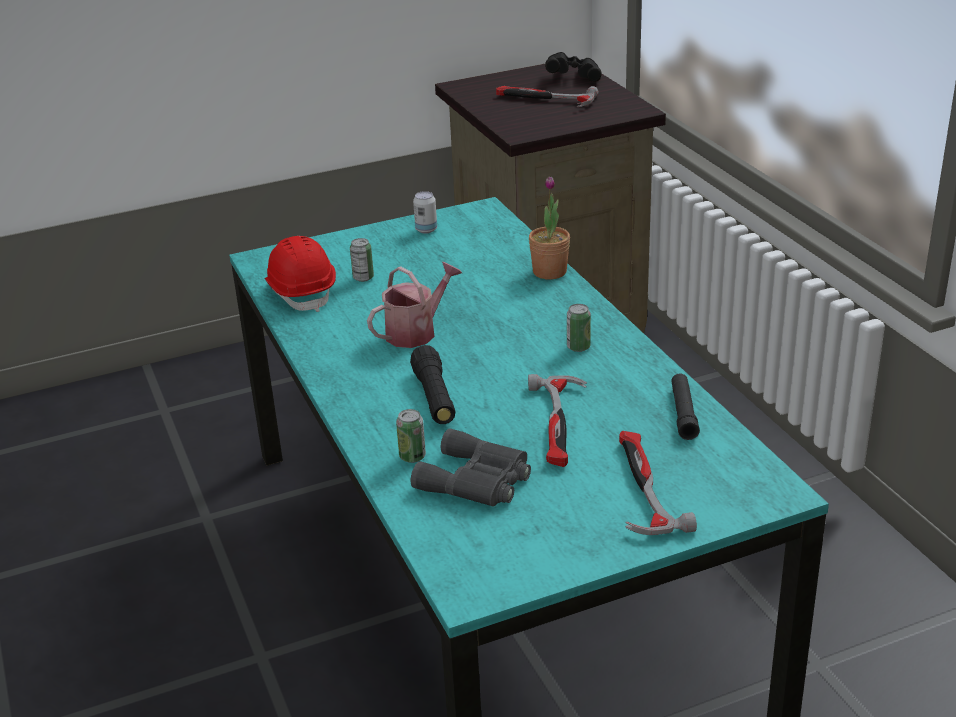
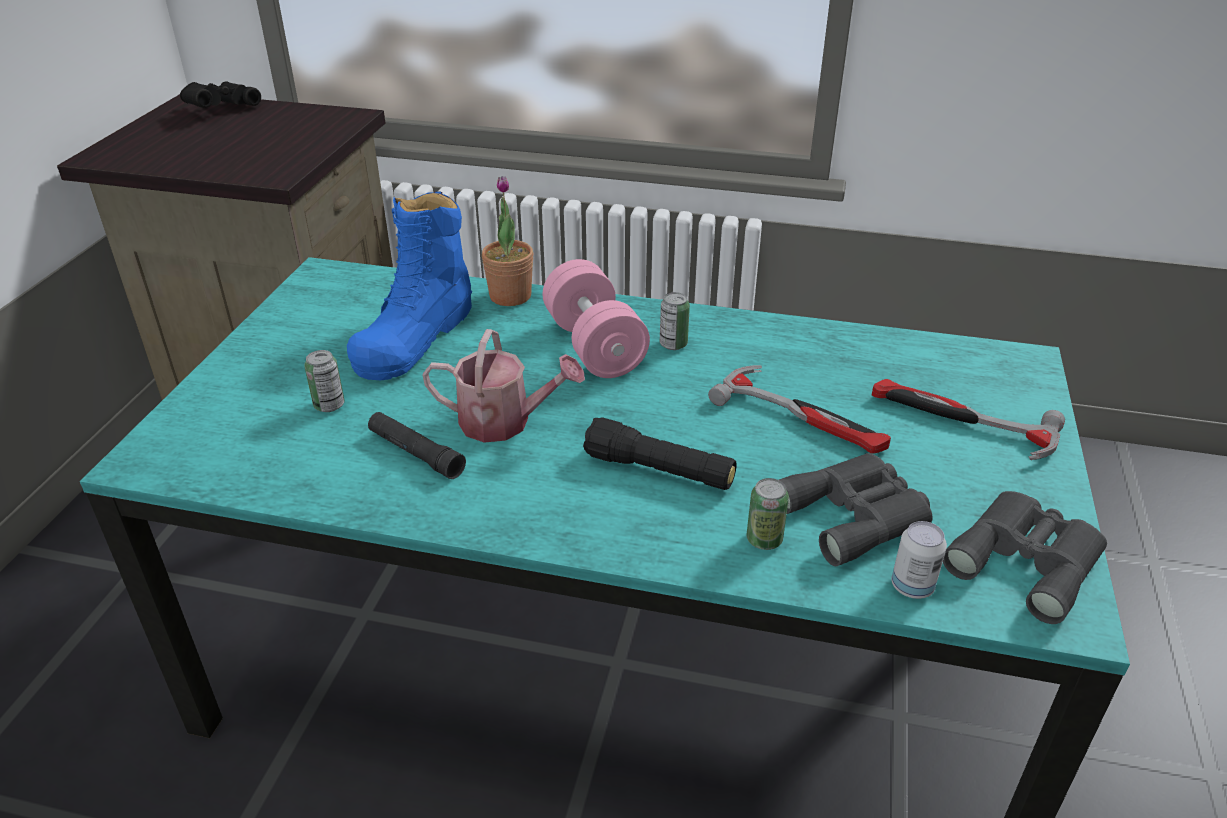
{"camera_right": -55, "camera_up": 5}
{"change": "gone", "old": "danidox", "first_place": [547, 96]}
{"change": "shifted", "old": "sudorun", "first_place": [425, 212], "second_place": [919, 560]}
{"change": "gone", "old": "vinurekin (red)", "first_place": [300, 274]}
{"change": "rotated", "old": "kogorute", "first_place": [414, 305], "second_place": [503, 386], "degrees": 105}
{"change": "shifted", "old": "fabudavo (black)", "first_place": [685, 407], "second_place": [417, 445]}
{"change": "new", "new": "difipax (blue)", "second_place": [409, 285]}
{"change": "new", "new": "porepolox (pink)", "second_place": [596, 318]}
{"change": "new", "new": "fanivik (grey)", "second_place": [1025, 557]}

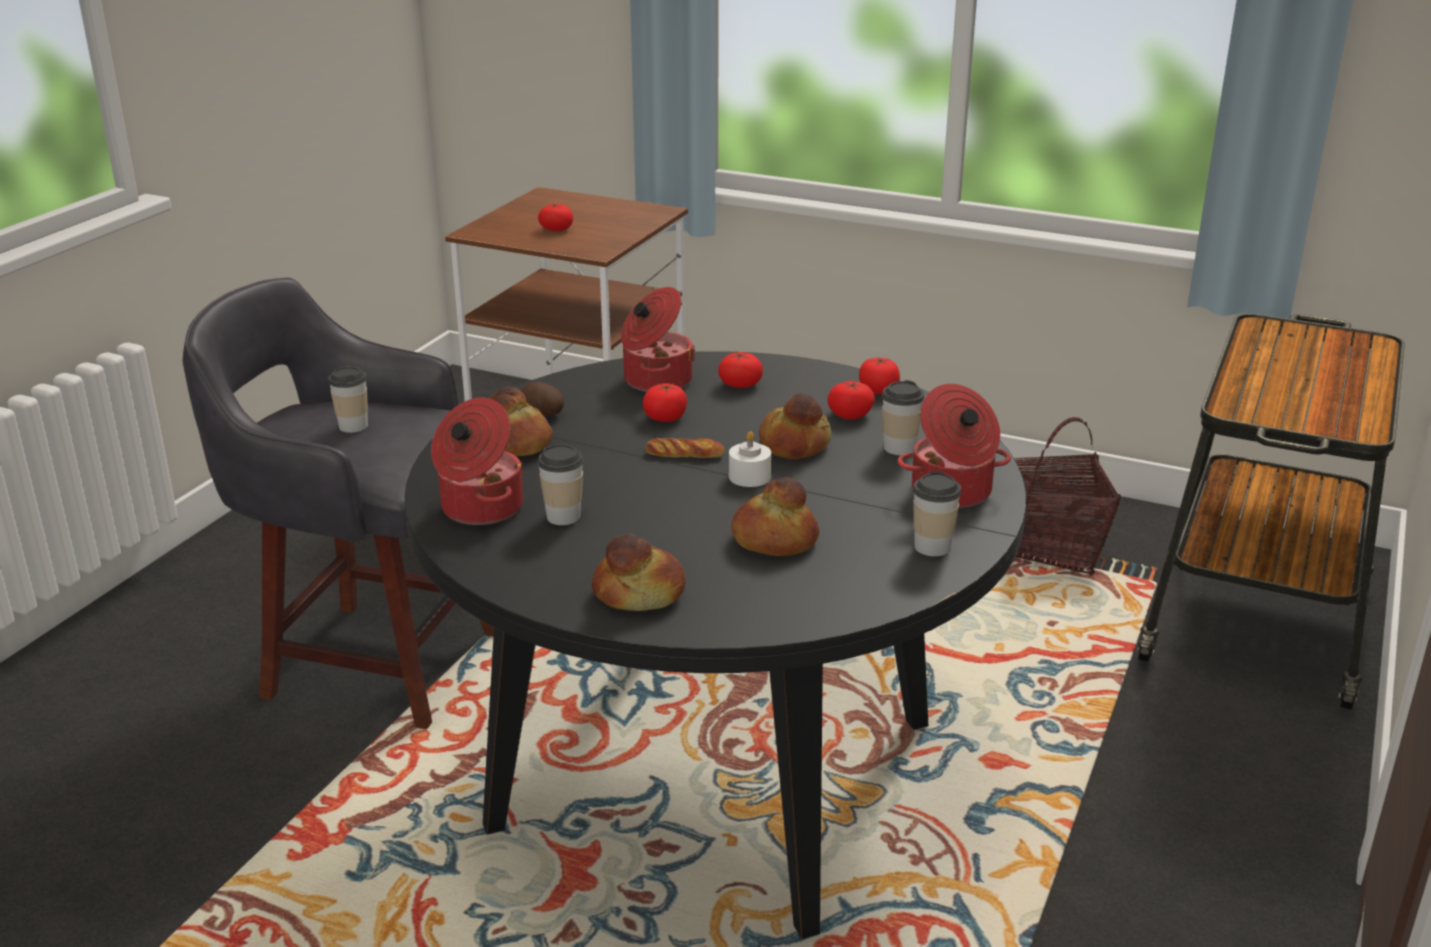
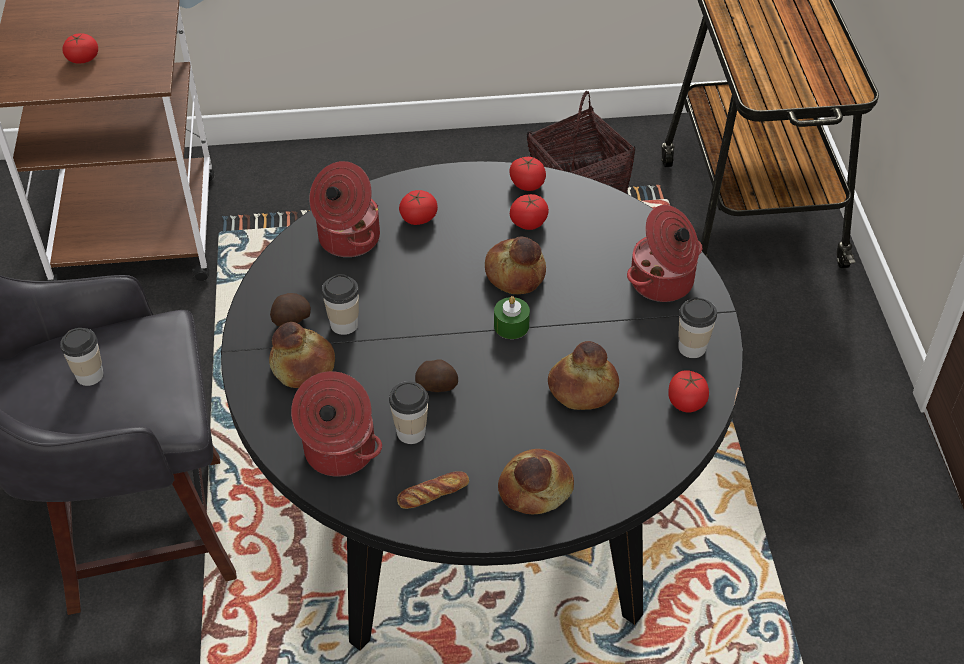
{"camera_right": -30, "camera_up": 20}
{"change": "shifted", "old": "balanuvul", "first_place": [903, 418], "second_place": [340, 304]}
{"change": "shifted", "old": "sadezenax", "first_place": [665, 402], "second_place": [688, 391]}
{"change": "repainted", "old": "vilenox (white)", "new": "vilenox (green)", "first_place": [750, 459], "second_place": [512, 317]}
{"change": "shifted", "old": "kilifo", "first_place": [685, 448], "second_place": [433, 490]}
{"change": "new", "new": "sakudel", "second_place": [436, 375]}

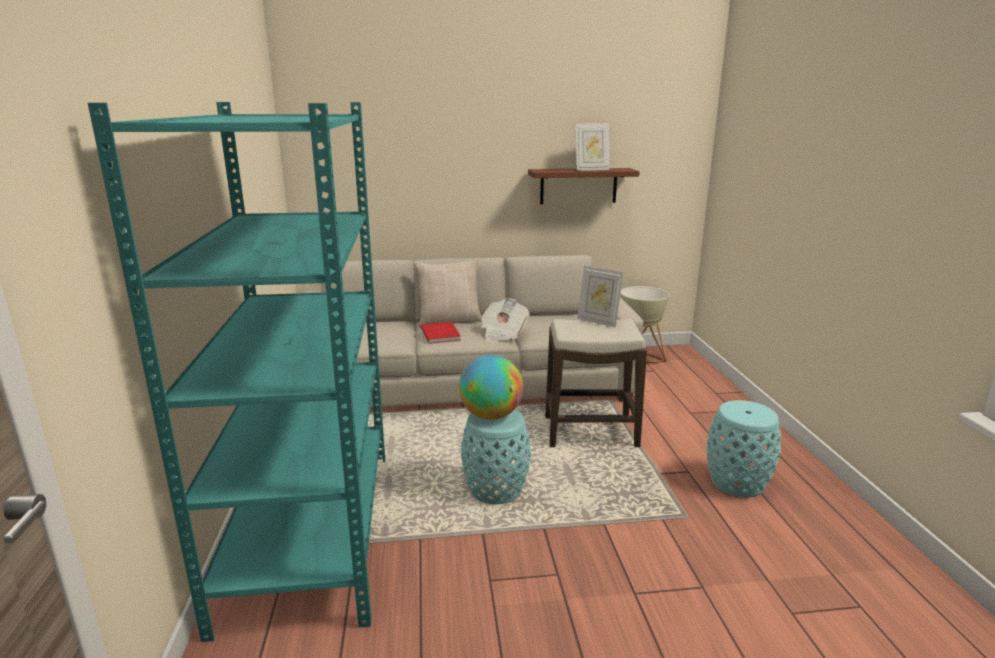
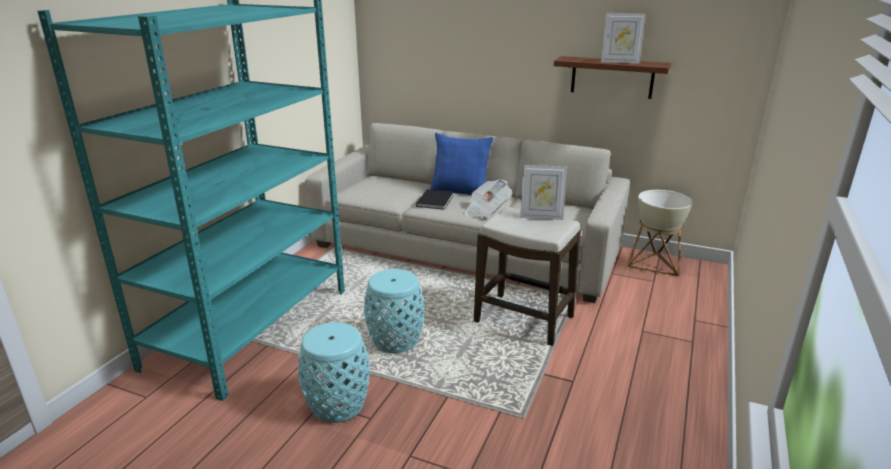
{"camera_right": 30, "camera_up": 5}
{"change": "repainted", "old": "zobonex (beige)", "new": "zobonex (blue)", "first_place": [447, 292], "second_place": [462, 164]}
{"change": "rotated", "old": "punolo", "first_place": [600, 296], "second_place": [543, 192], "degrees": -60}
{"change": "repainted", "old": "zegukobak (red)", "new": "zegukobak (black)", "first_place": [441, 333], "second_place": [435, 199]}
{"change": "gone", "old": "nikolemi", "first_place": [491, 387]}
{"change": "shifted", "old": "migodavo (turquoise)", "first_place": [744, 448], "second_place": [334, 372]}

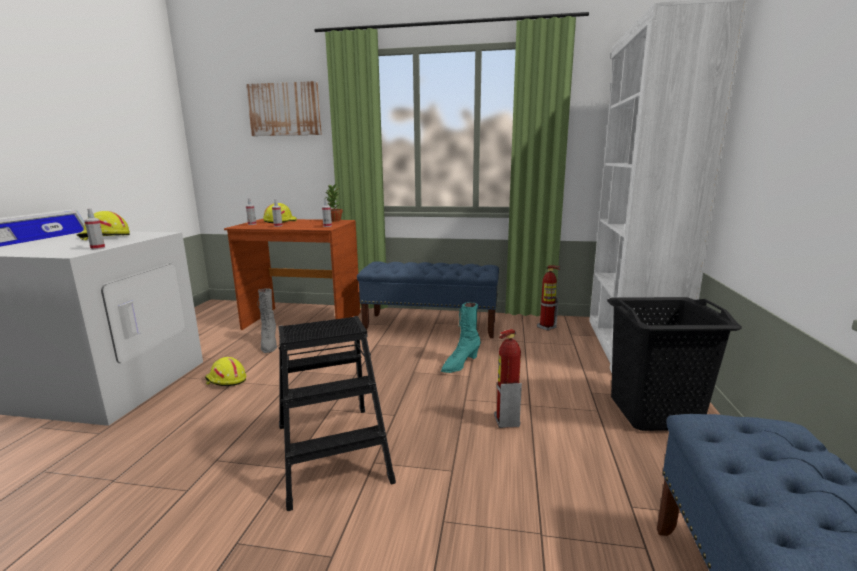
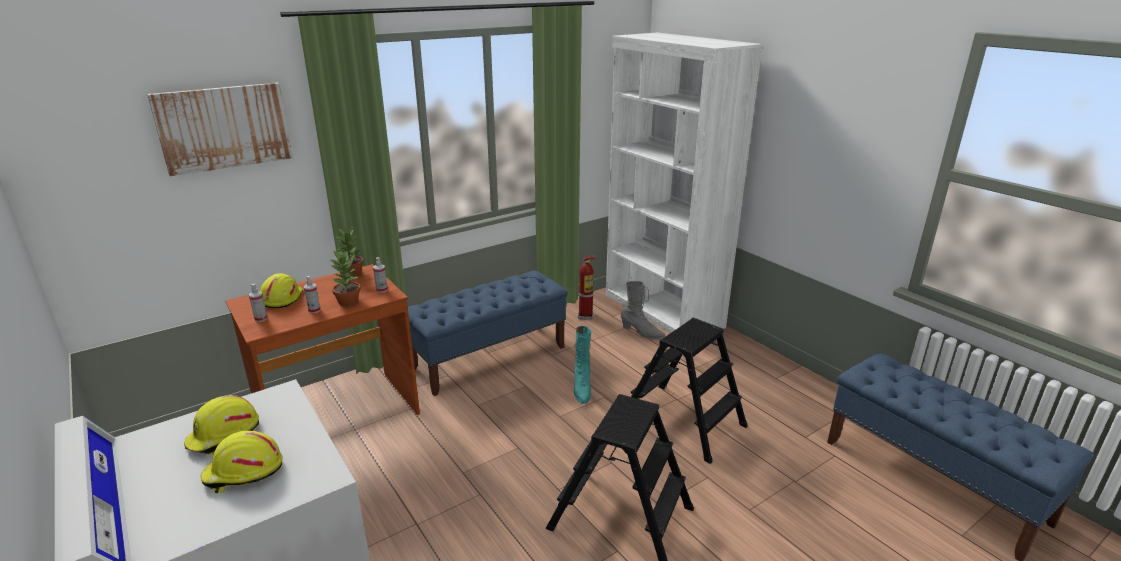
{"camera_right": -45, "camera_up": 10}
{"change": "gone", "old": "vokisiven", "first_place": [94, 229]}
{"change": "shifted", "old": "difipax (grey)", "first_place": [267, 320], "second_place": [643, 310]}
{"change": "gone", "old": "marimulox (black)", "first_place": [674, 364]}
{"change": "swapped", "old": "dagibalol", "new": "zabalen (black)", "first_place": [508, 378], "second_place": [689, 391]}
{"change": "shifted", "old": "vinurekin (yellow)", "first_place": [225, 371], "second_place": [241, 462]}
{"change": "new", "new": "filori", "second_place": [345, 278]}

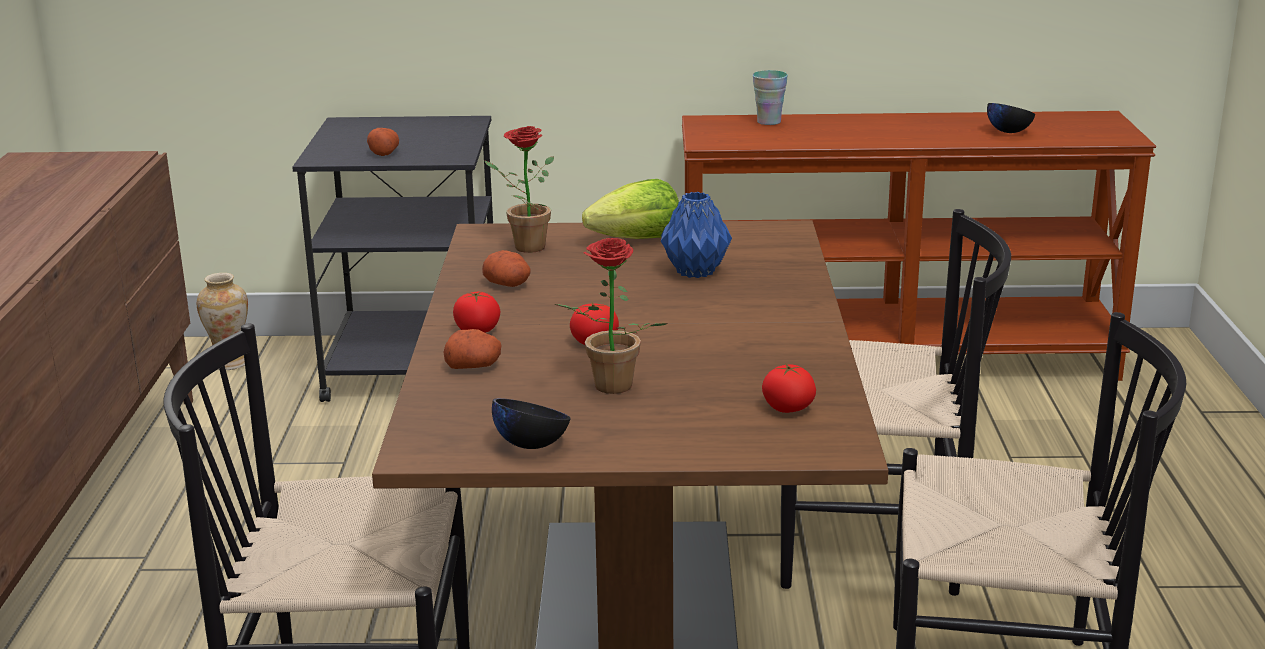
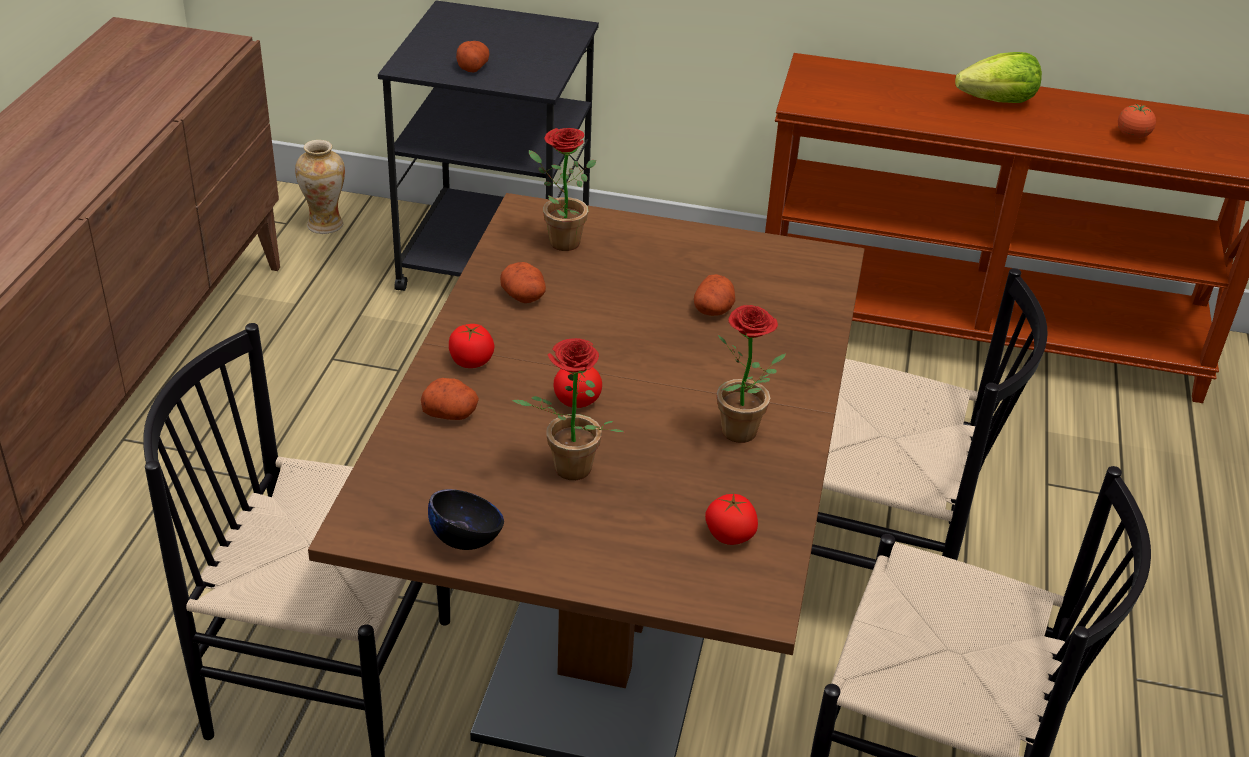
{"camera_right": 10, "camera_up": 15}
{"change": "gone", "old": "balanuvul", "first_place": [770, 97]}
{"change": "swapped", "old": "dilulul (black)", "new": "sadezenax", "first_place": [1011, 118], "second_place": [1137, 121]}
{"change": "shifted", "old": "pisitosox", "first_place": [630, 209], "second_place": [998, 77]}
{"change": "swapped", "old": "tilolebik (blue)", "new": "sakudel", "first_place": [696, 235], "second_place": [714, 295]}
{"change": "new", "new": "filori", "second_place": [751, 374]}

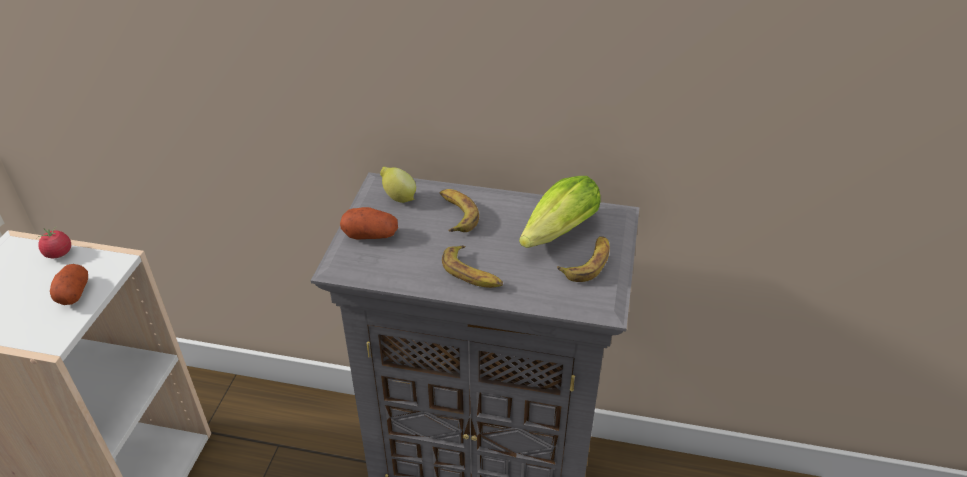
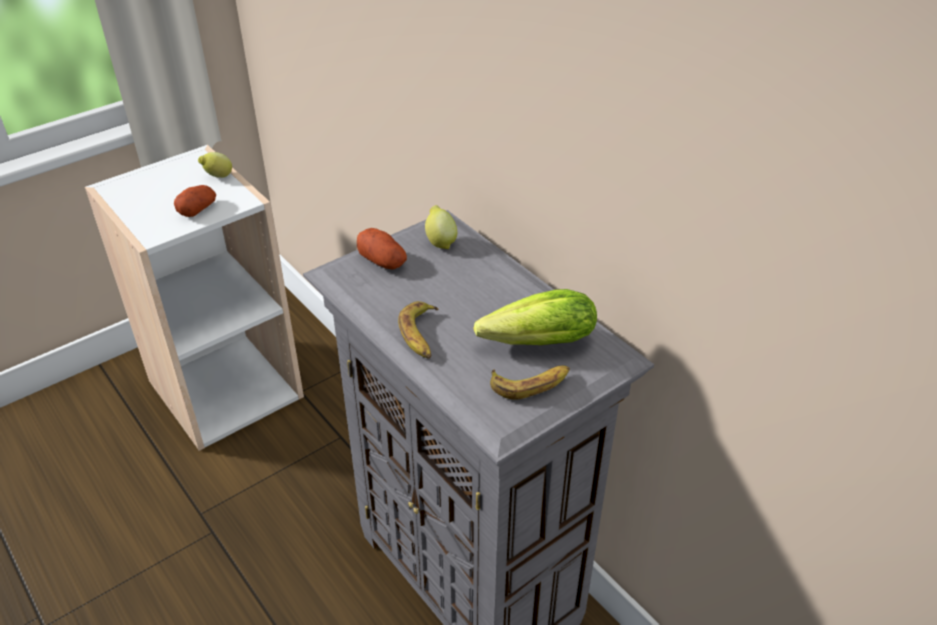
{"camera_right": 40, "camera_up": 0}
{"change": "gone", "old": "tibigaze", "first_place": [459, 210]}
{"change": "swapped", "old": "sadezenax", "new": "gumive", "first_place": [54, 242], "second_place": [215, 165]}

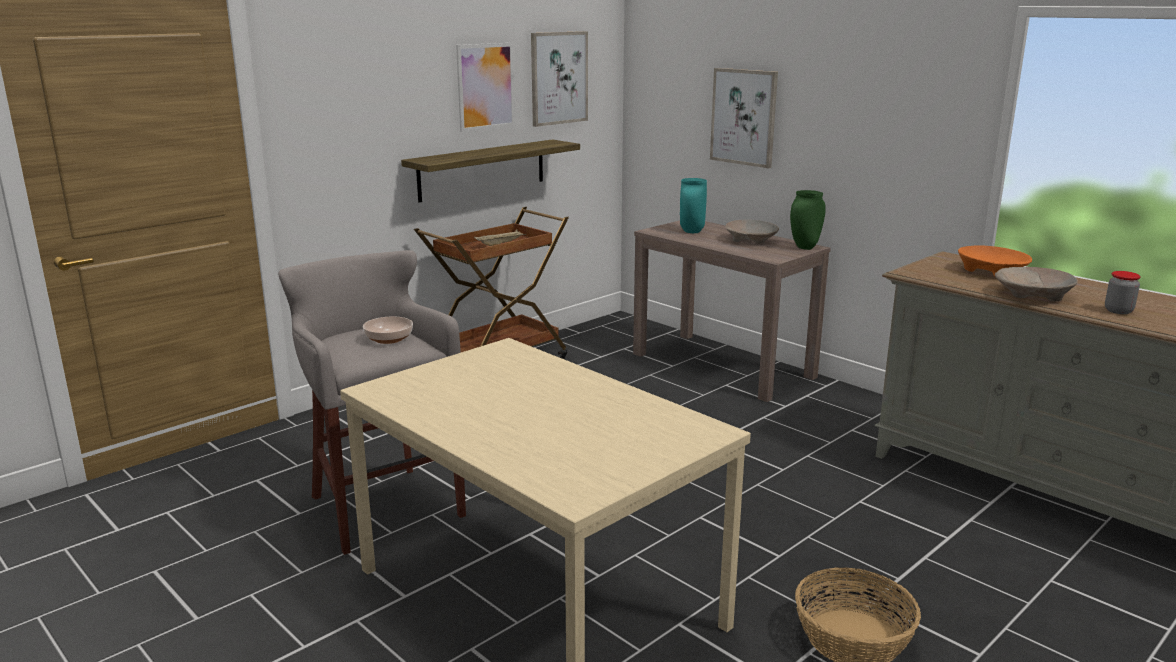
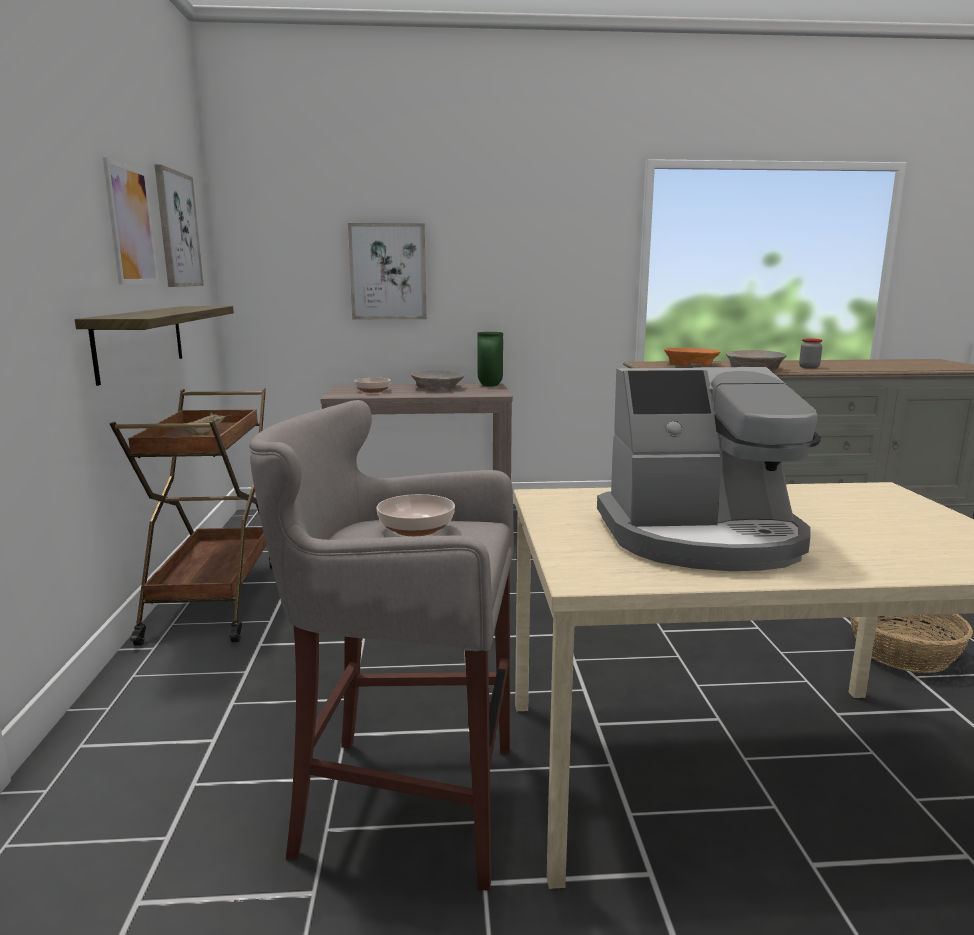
{"camera_right": -50, "camera_up": -5}
{"change": "swapped", "old": "tilolebik (turquoise)", "new": "dilulul", "first_place": [693, 205], "second_place": [372, 385]}
{"change": "new", "new": "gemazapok", "second_place": [709, 469]}

